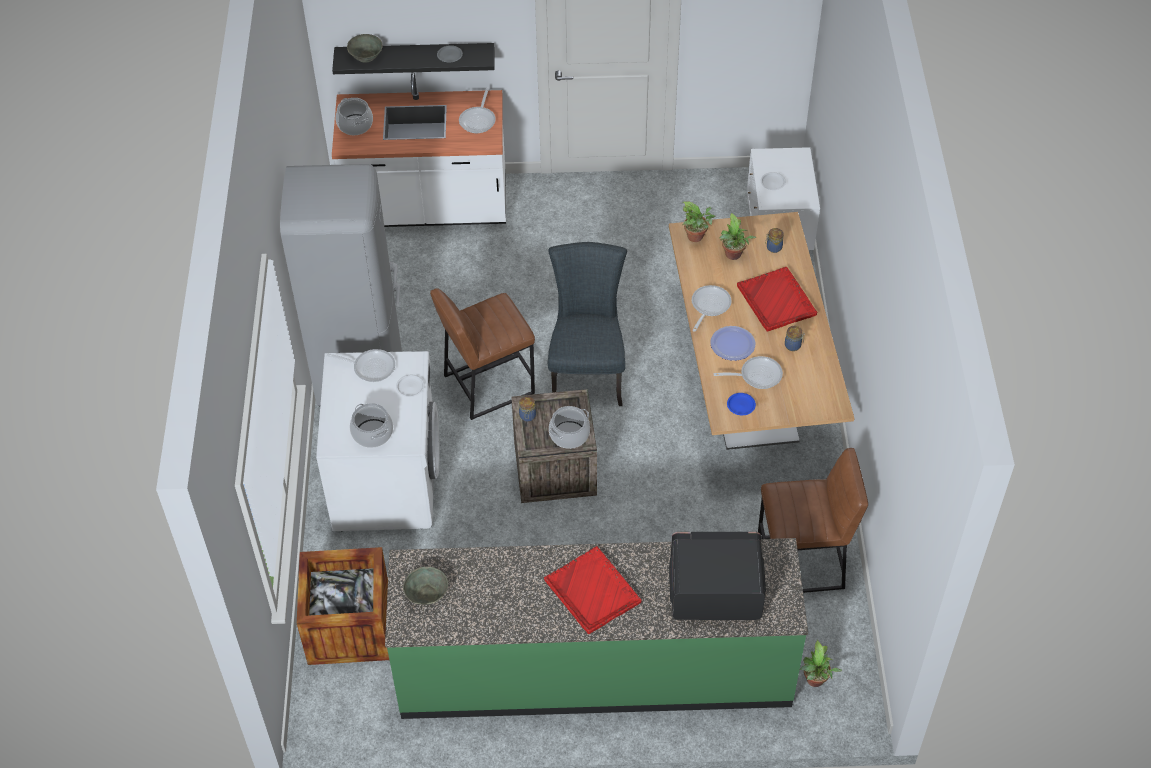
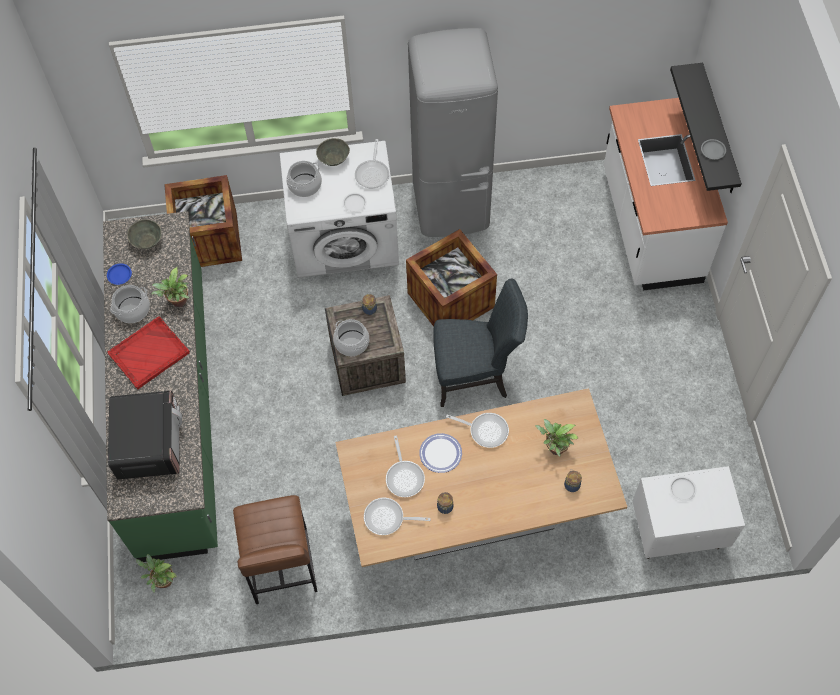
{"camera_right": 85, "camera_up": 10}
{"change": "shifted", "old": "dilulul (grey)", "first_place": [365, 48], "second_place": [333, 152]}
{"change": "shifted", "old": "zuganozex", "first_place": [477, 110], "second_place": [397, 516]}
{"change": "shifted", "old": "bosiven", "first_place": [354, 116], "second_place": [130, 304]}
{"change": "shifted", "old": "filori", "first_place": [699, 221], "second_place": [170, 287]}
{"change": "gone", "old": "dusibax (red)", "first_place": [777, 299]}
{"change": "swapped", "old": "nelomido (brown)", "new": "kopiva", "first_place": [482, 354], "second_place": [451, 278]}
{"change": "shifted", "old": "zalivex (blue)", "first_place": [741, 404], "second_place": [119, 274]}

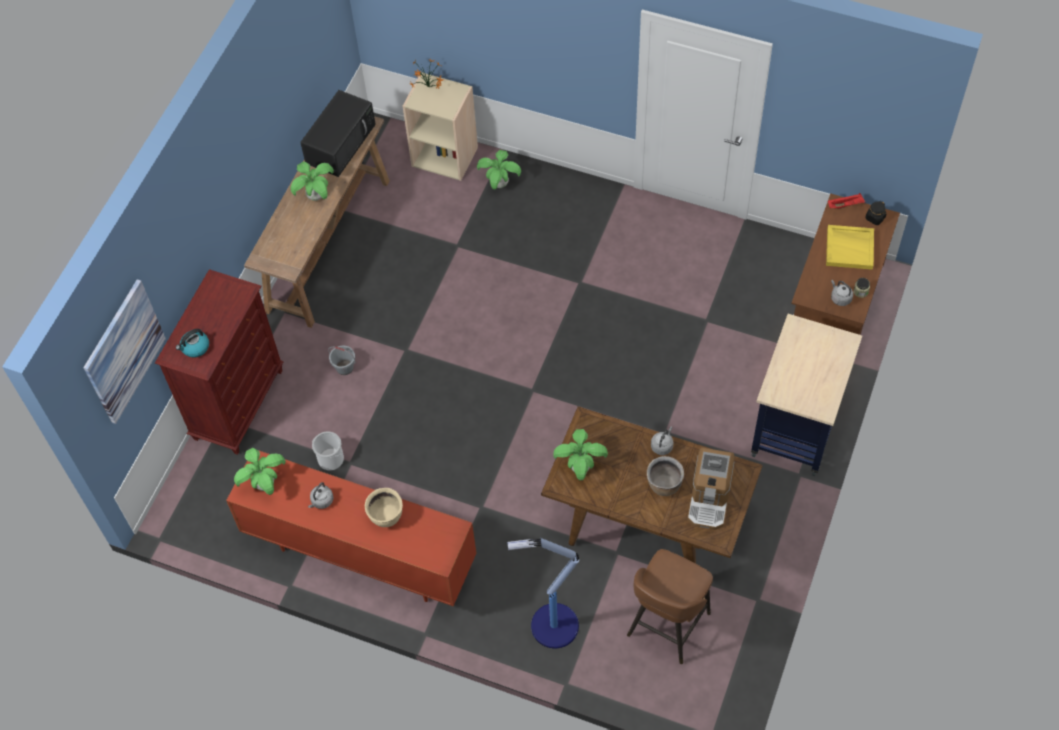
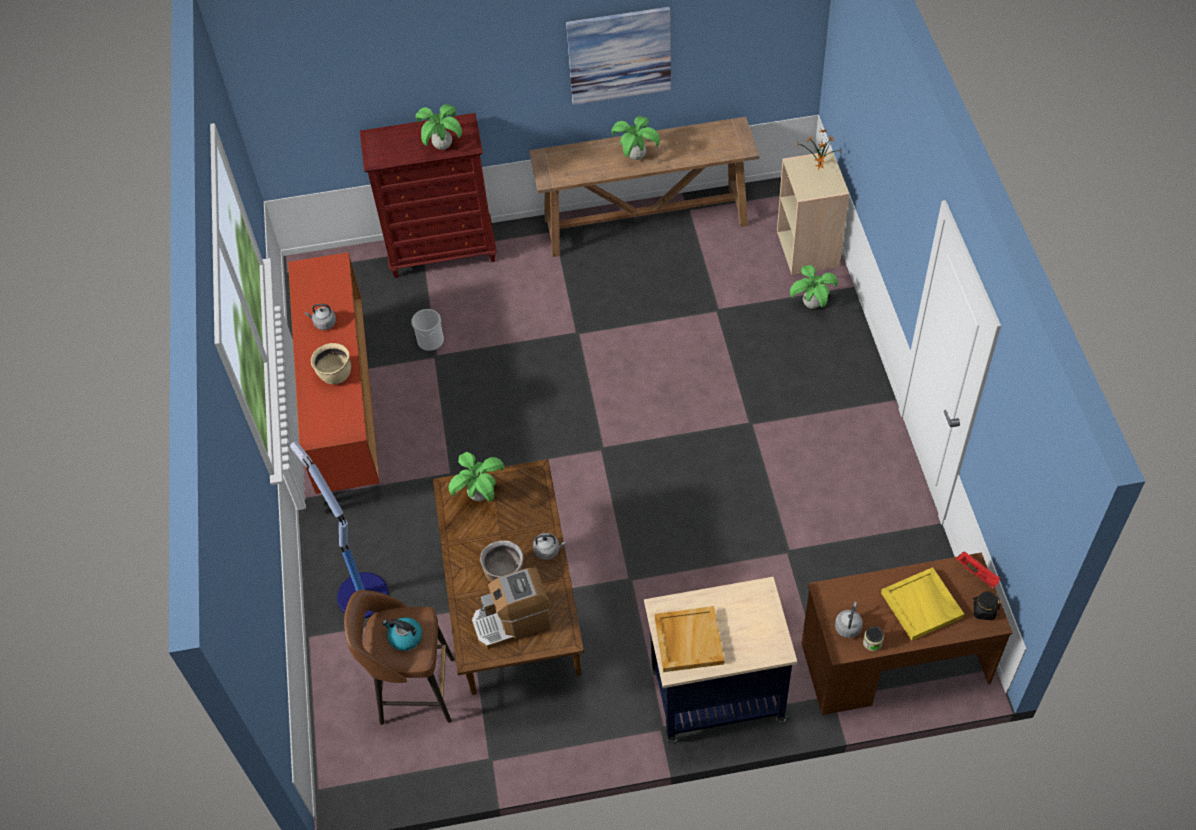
{"camera_right": 60, "camera_up": -5}
{"change": "gone", "old": "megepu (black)", "first_place": [338, 133]}
{"change": "shifted", "old": "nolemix", "first_place": [124, 351], "second_place": [618, 56]}
{"change": "shifted", "old": "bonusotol", "first_place": [192, 343], "second_place": [402, 634]}
{"change": "gone", "old": "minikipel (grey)", "first_place": [342, 360]}
{"change": "shifted", "old": "filori", "first_place": [260, 471], "second_place": [439, 127]}
{"change": "new", "new": "dusibax (beige)", "second_place": [689, 639]}

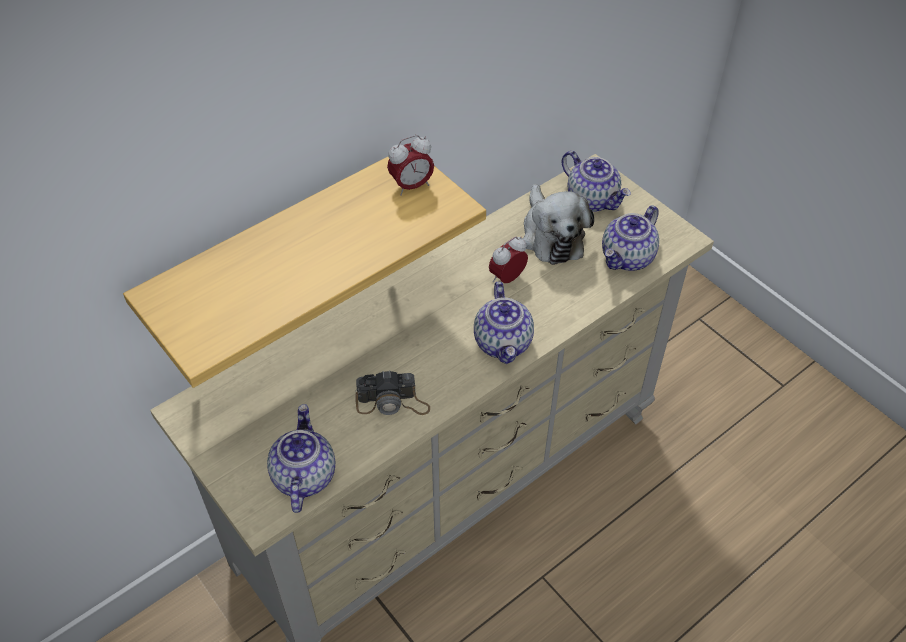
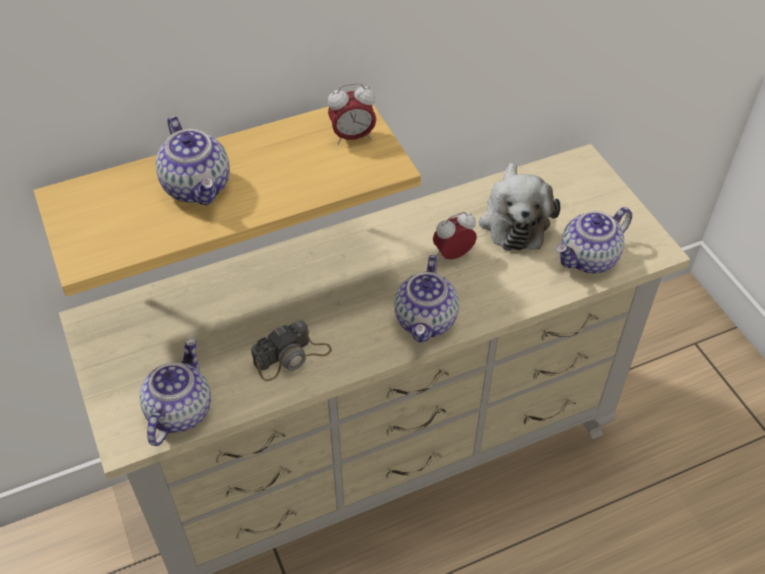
{"camera_right": 15, "camera_up": 0}
{"change": "shifted", "old": "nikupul", "first_place": [596, 181], "second_place": [193, 160]}
{"change": "rotated", "old": "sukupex", "first_place": [392, 392], "second_place": [291, 350], "degrees": -45}

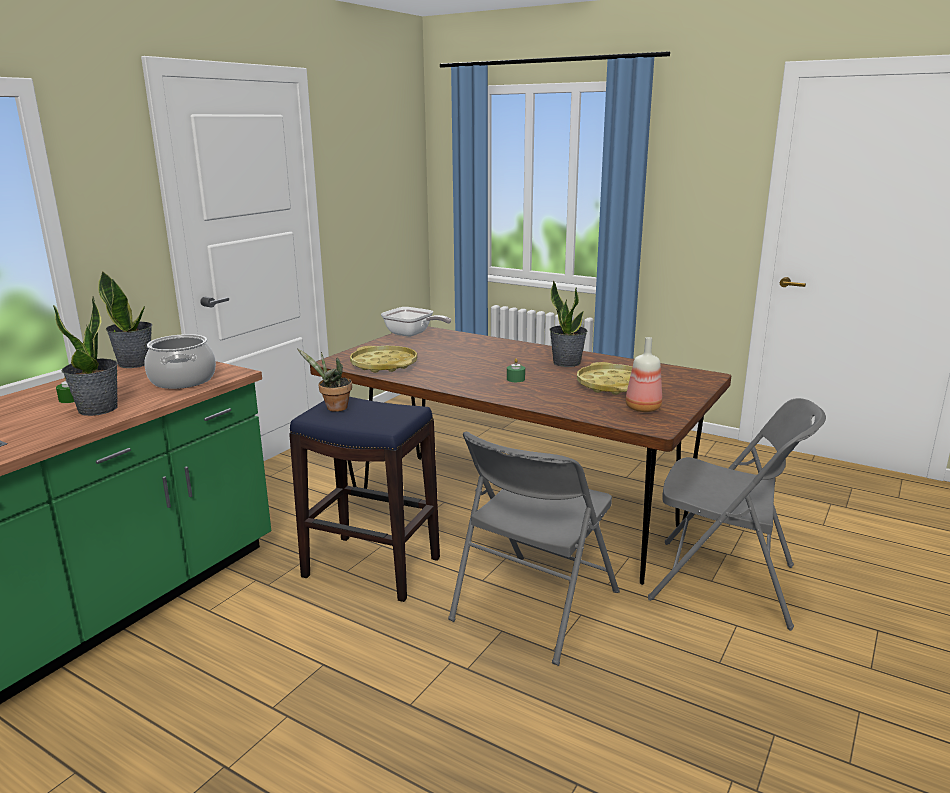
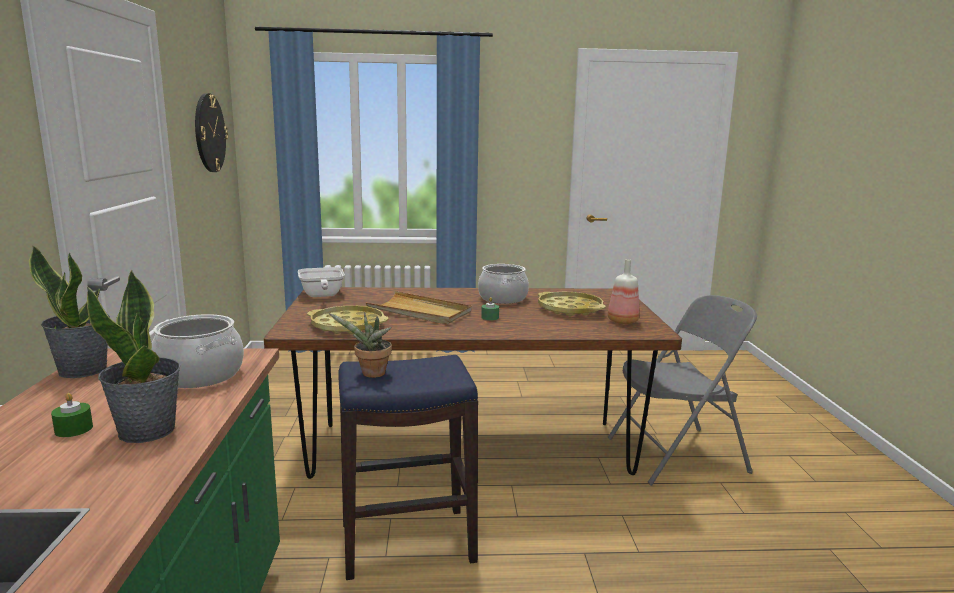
{"camera_right": -35, "camera_up": -5}
{"change": "swapped", "old": "filori", "new": "bosiven", "first_place": [568, 324], "second_place": [503, 284]}
{"change": "rotated", "old": "zuganozex", "first_place": [416, 322], "second_place": [321, 282], "degrees": 75}
{"change": "gone", "old": "nelomido (grey)", "first_place": [534, 549]}
{"change": "new", "new": "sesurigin", "second_place": [211, 132]}
{"change": "new", "new": "dusibax (beige)", "second_place": [419, 308]}

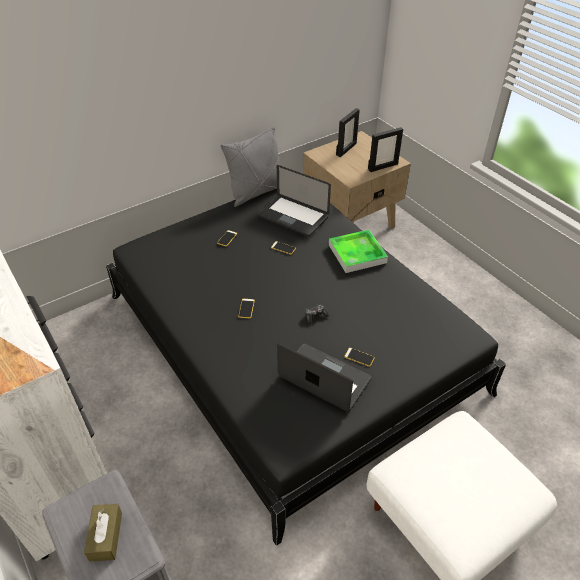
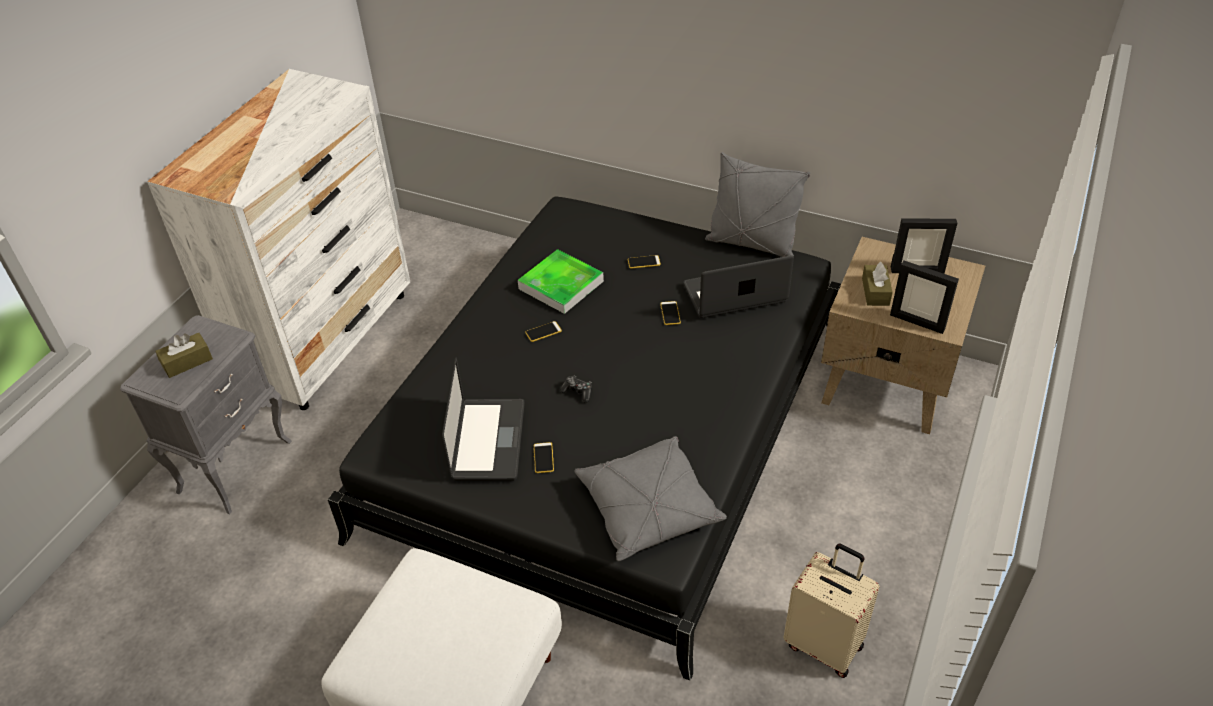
{"camera_right": 60, "camera_up": 0}
{"change": "rotated", "old": "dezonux", "first_place": [294, 201], "second_place": [739, 287], "degrees": 75}
{"change": "shifted", "old": "dusibax", "first_place": [358, 251], "second_place": [561, 281]}
{"change": "new", "new": "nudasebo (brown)", "second_place": [877, 284]}
{"change": "new", "new": "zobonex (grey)", "second_place": [650, 498]}
{"change": "new", "new": "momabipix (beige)", "second_place": [831, 610]}

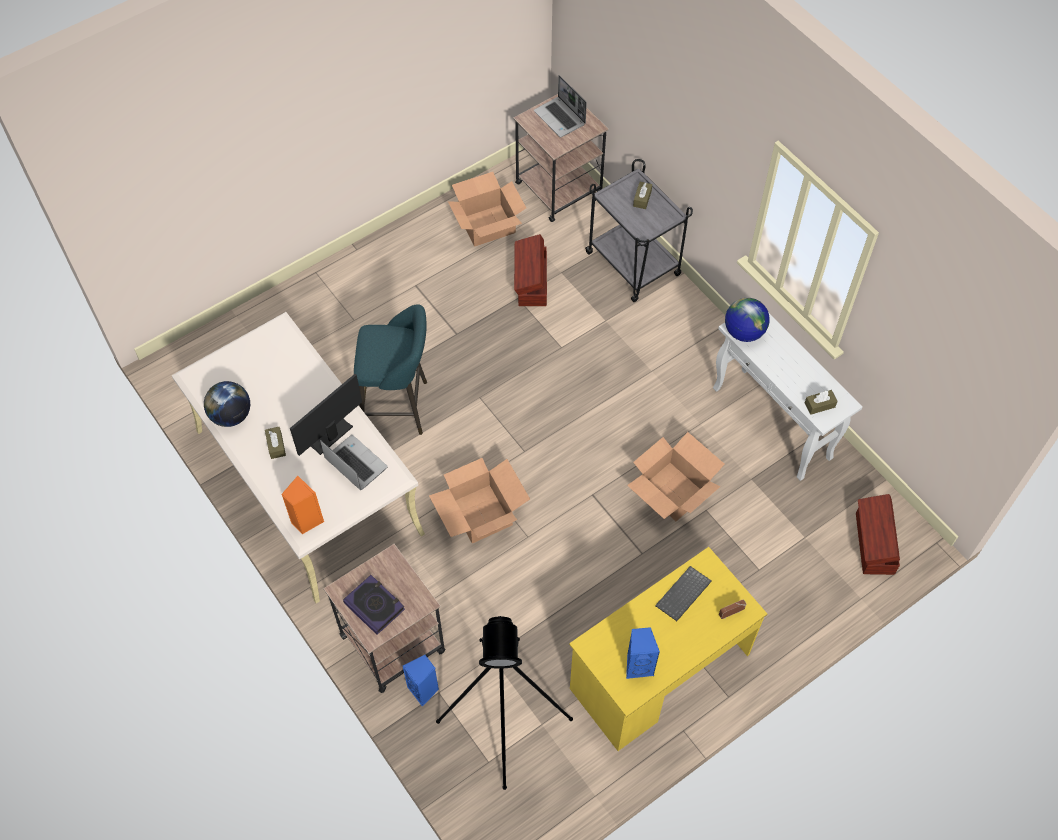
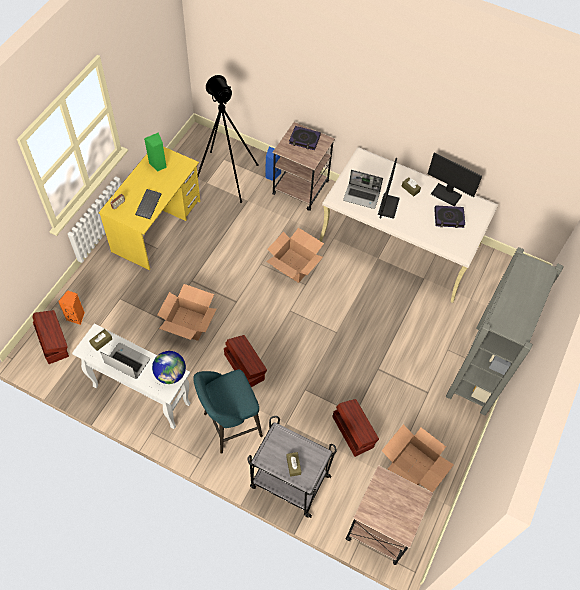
{"camera_right": 150, "camera_up": 0}
{"change": "shifted", "old": "dezonux", "first_place": [560, 106], "second_place": [125, 361]}
{"change": "shifted", "old": "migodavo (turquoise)", "first_place": [390, 369], "second_place": [228, 412]}
{"change": "swapped", "old": "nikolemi", "new": "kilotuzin", "first_place": [227, 404], "second_place": [455, 179]}
{"change": "shifted", "old": "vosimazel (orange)", "first_place": [302, 505], "second_place": [71, 307]}
{"change": "repainted", "old": "vosimazel (blue)", "new": "vosimazel (green)", "first_place": [643, 653], "second_place": [155, 152]}
{"change": "new", "new": "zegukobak", "second_place": [449, 216]}
{"change": "new", "new": "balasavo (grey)", "second_place": [505, 331]}
{"change": "new", "new": "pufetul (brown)", "second_place": [245, 361]}

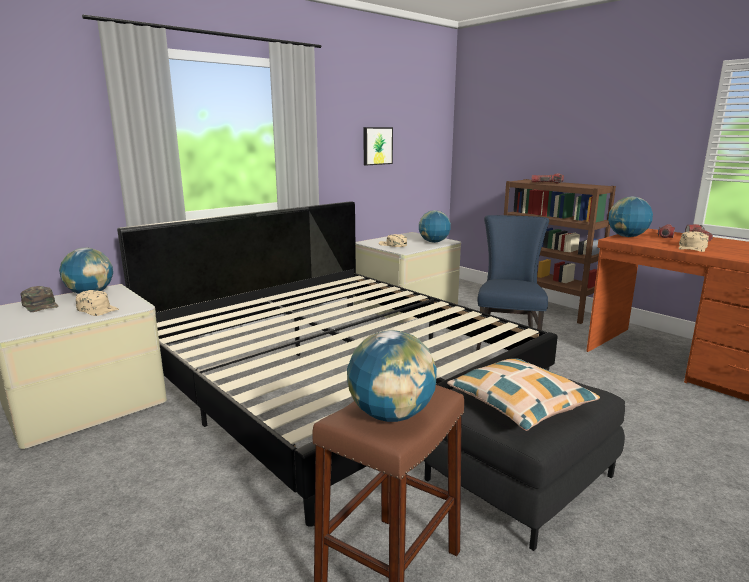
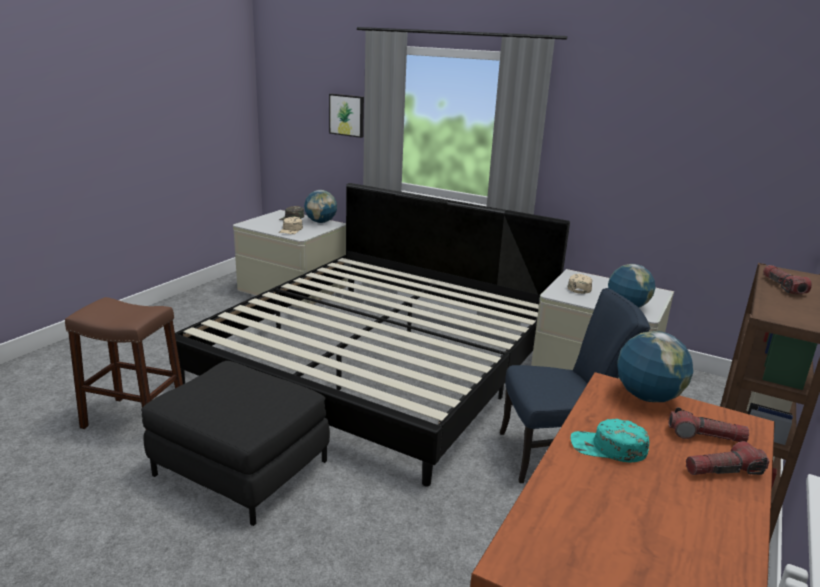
{"camera_right": 70, "camera_up": 5}
{"change": "shifted", "old": "nolemix", "first_place": [378, 146], "second_place": [346, 116]}
{"change": "repainted", "old": "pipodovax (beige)", "new": "pipodovax (turquoise)", "first_place": [694, 241], "second_place": [610, 440]}
{"change": "gone", "old": "nikolemi", "first_place": [392, 376]}
{"change": "gone", "old": "zobonex", "first_place": [523, 394]}

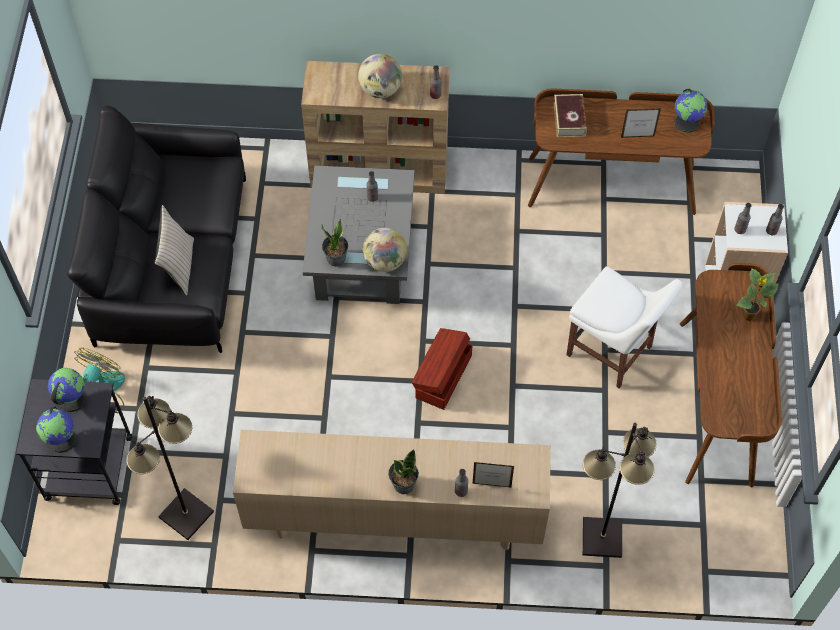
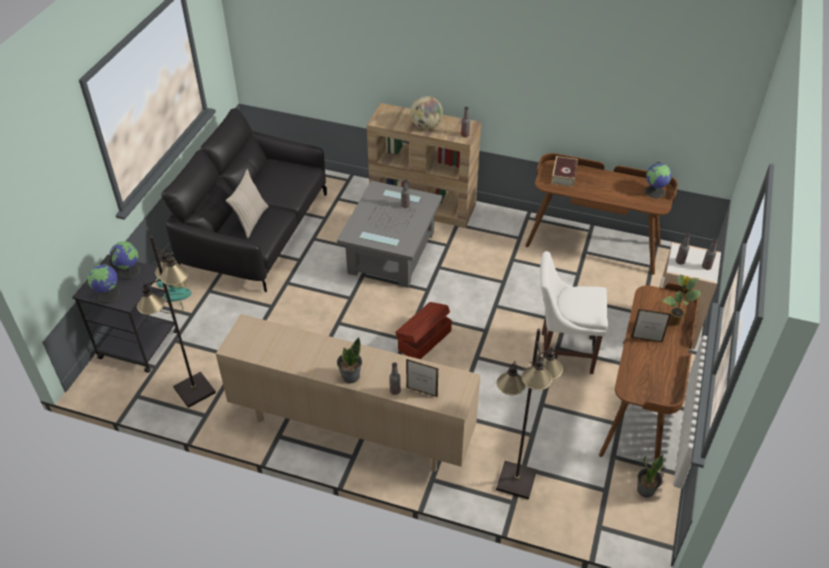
{"camera_right": 15, "camera_up": -15}
{"change": "shifted", "old": "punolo", "first_place": [641, 123], "second_place": [651, 325]}
{"change": "shifted", "old": "filori", "first_place": [335, 242], "second_place": [650, 476]}
{"change": "gone", "old": "nikolemi", "first_place": [385, 250]}
{"change": "rotated", "old": "nelomido (white)", "first_place": [624, 327], "second_place": [574, 312], "degrees": 135}

